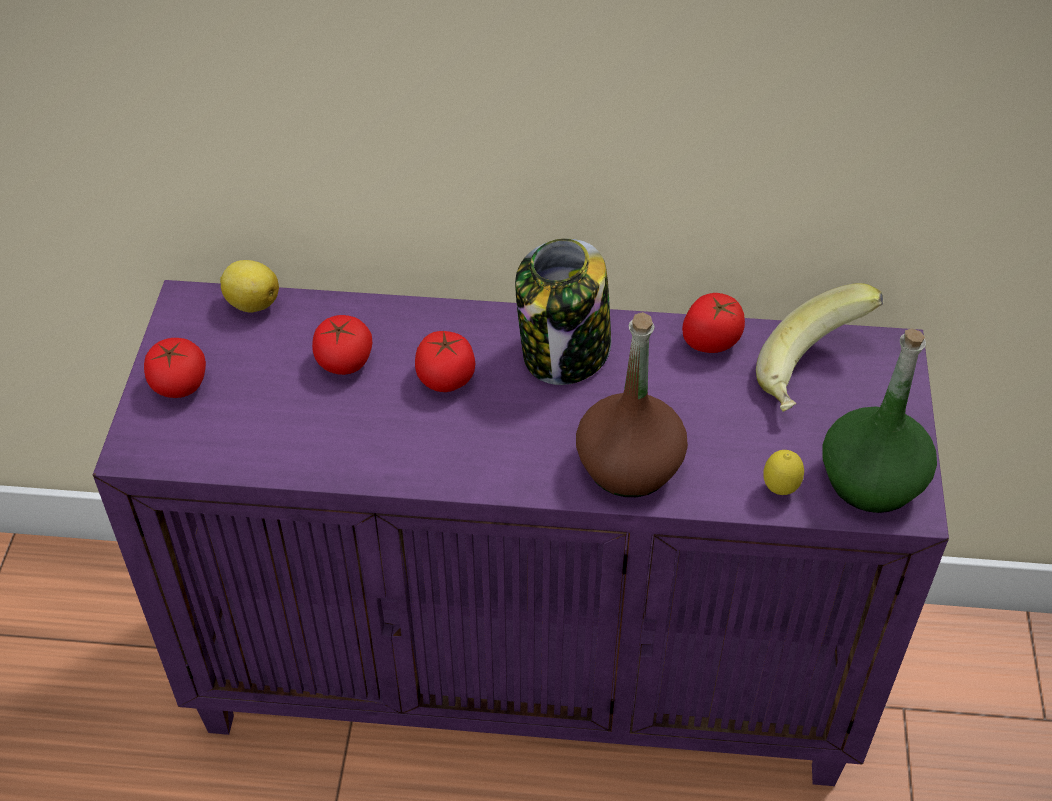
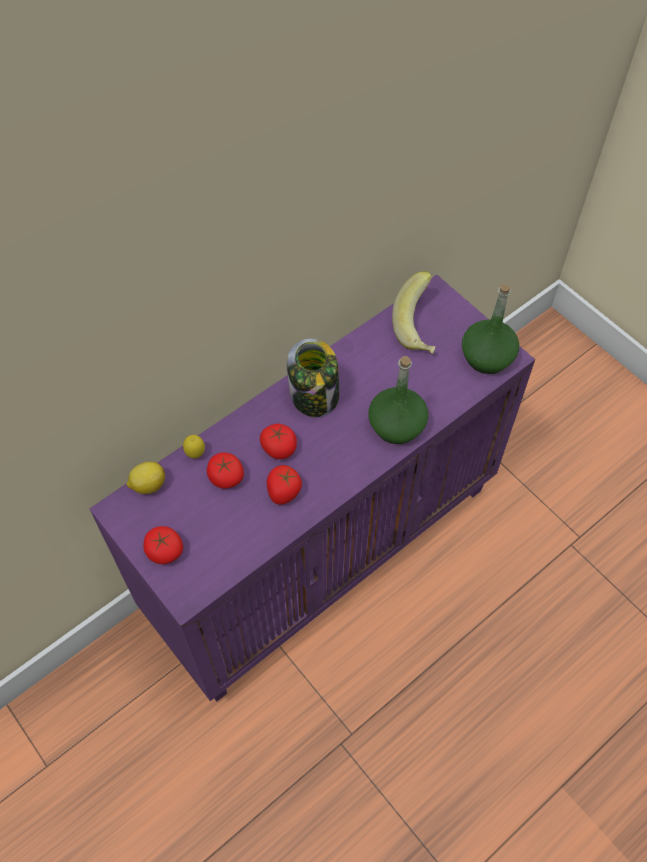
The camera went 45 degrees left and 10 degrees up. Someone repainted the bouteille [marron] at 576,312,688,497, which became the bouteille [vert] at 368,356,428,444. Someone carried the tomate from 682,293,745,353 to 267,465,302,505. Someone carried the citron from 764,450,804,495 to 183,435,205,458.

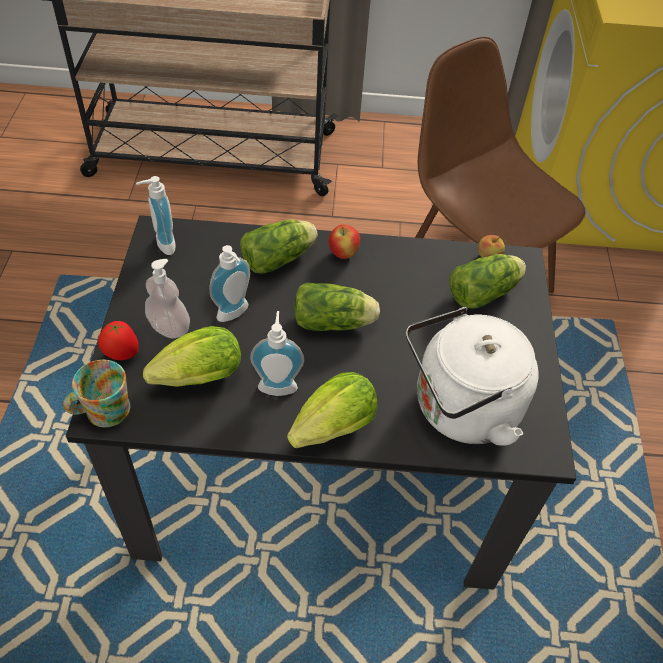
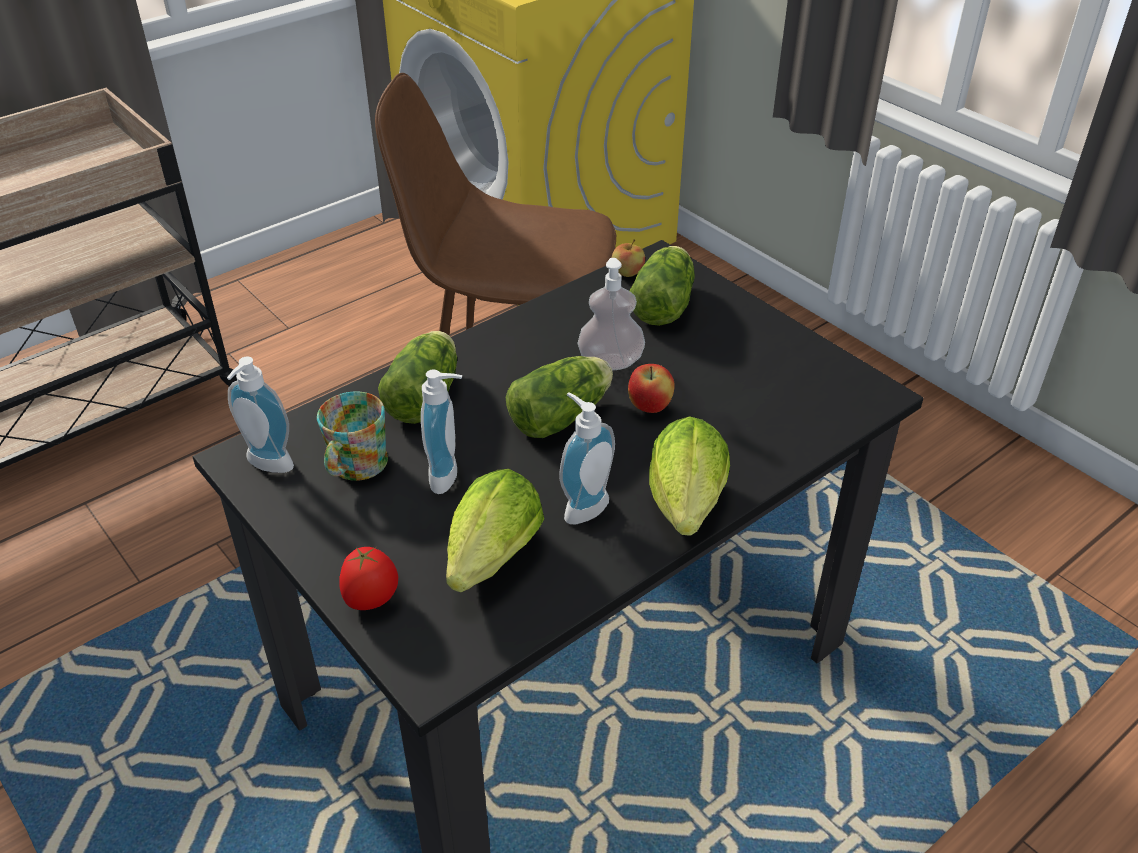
The camera went 40 degrees left and 10 degrees down. Someone carried the mug from 63,360,130,427 to 317,392,388,481. Someone carried the distributeur de savon from 145,259,190,339 to 577,258,645,370. Someone carried the pomme from 329,224,360,259 to 628,364,675,413. Someone took away the bouilloire [blanc] at 406,307,539,446.

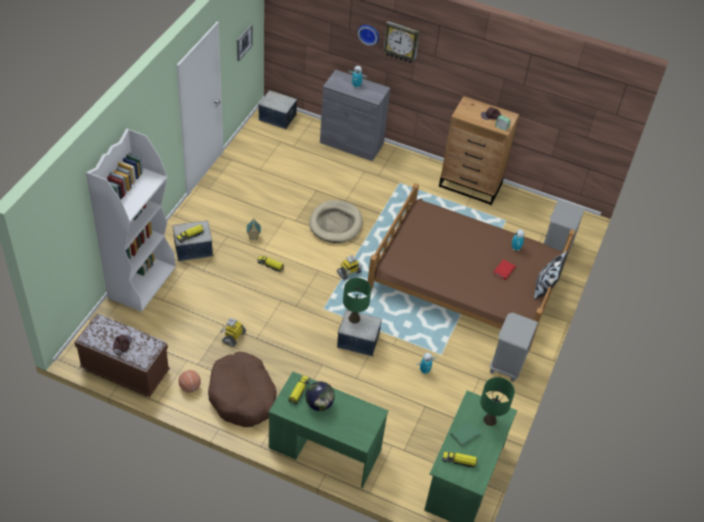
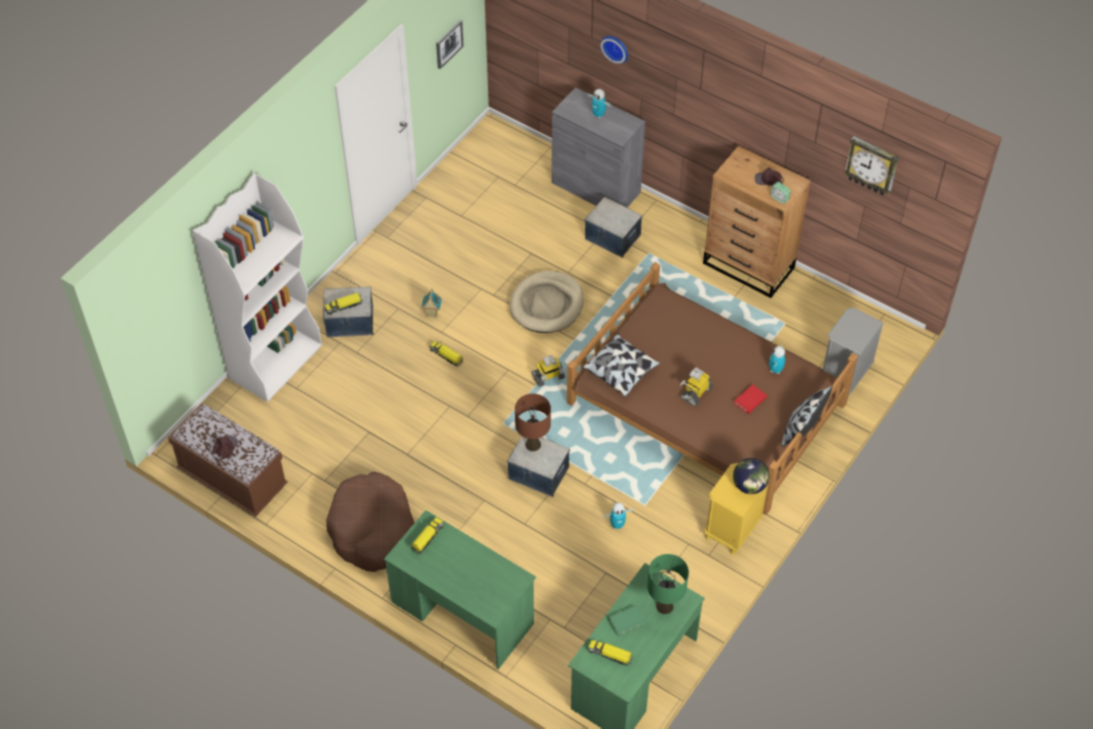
The camera went 15 degrees right and 5 degrees up. Someone took away the ballon de basket at 179,370,201,393. Someone carried the robot jouet from 220,318,246,347 to 680,367,713,406. Someone carried the boîte de rangement from 258,90,297,129 to 585,197,642,258. Someone carried the globe from 305,381,335,411 to 733,458,769,494. Someone repainted the lampe de table [vert] at 343,278,371,324, which became the lampe de table [marron] at 515,394,551,451. Someone carried the horloge murale from 383,21,420,63 to 844,136,899,196. Someone repainted the table de chevet [gris] at 490,312,538,382, which became the table de chevet [jaune] at 704,463,768,554. Someone put down the coussin at 583,334,660,397.

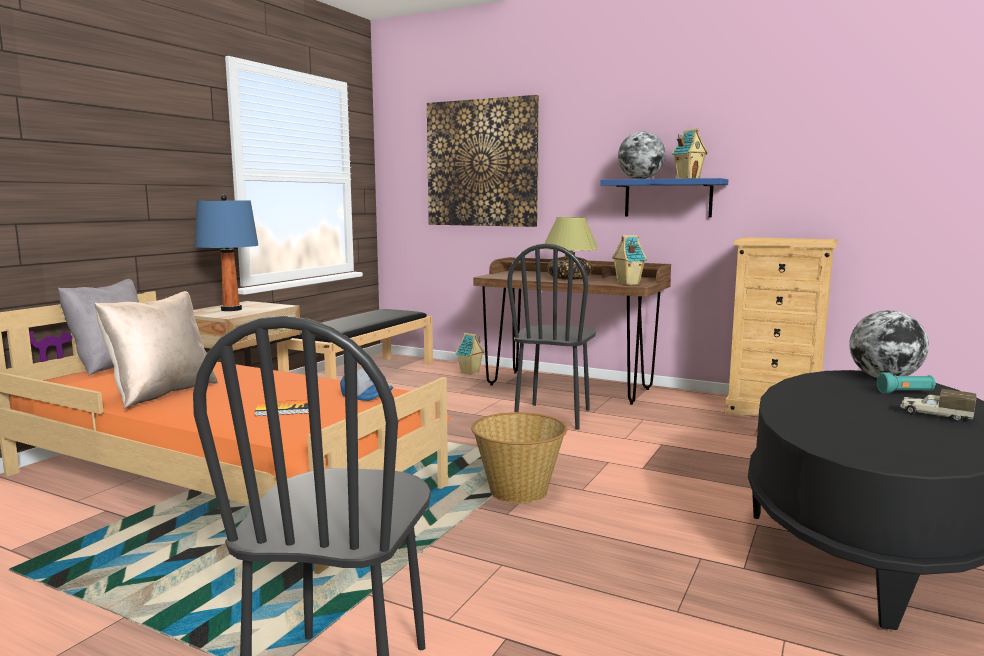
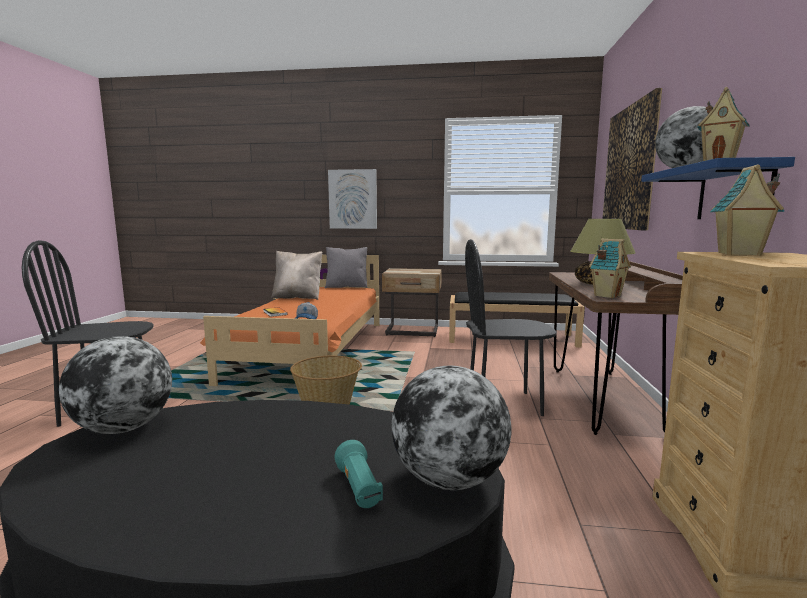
The camera went 70 degrees right and 0 degrees up. Someone took away the lampe de table [bleu] at 195,195,258,311. Someone carried the maison miniature from 456,333,485,375 to 710,164,784,256. Someone took away the camion jouet at 900,389,977,422. Someone put down the globe at 59,336,172,434. Someone put up the tableau at 328,169,377,229.

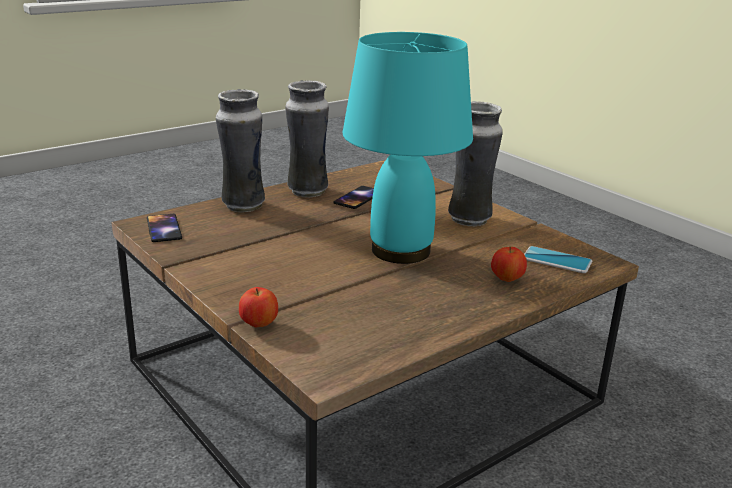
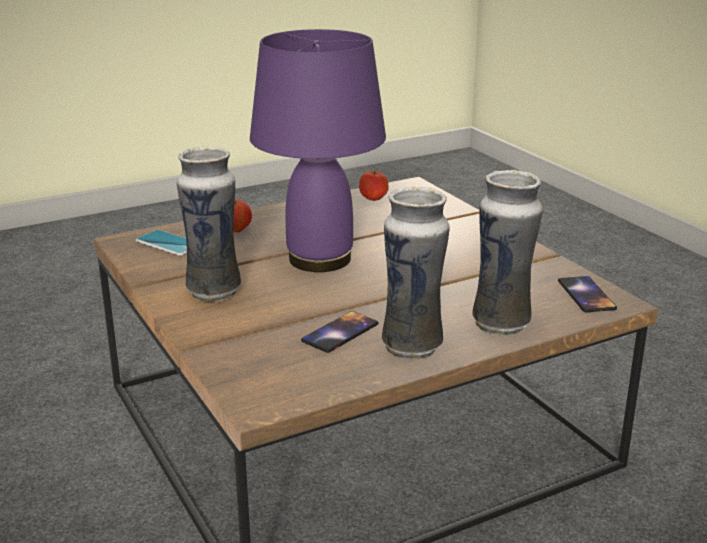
The camera went 170 degrees left and 0 degrees up. Someone carried the pomme from 239,287,278,327 to 359,171,389,201. Someone repainted the lampe de table [turquoise] at 342,32,473,264, which became the lampe de table [violet] at 250,29,386,272.

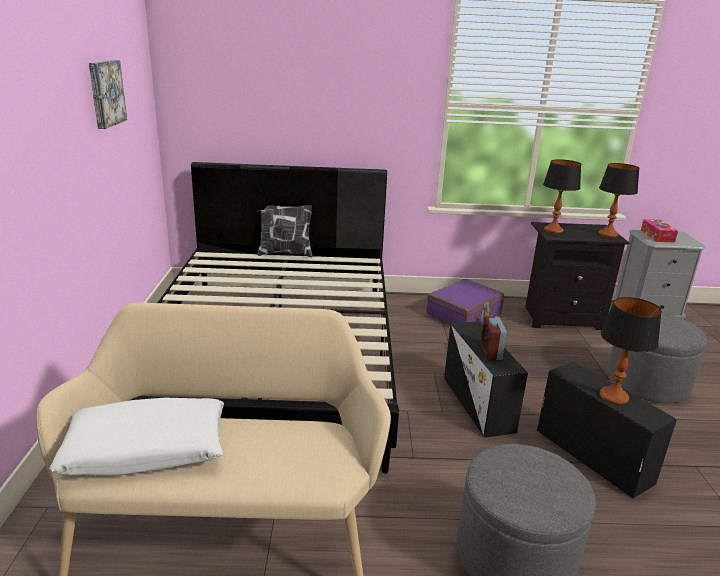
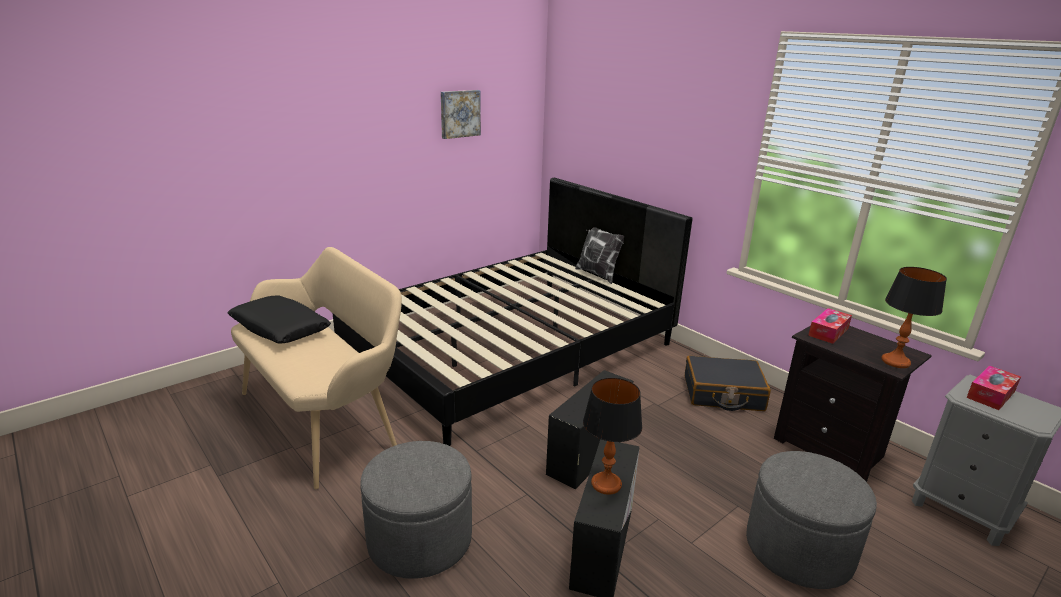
The camera went 50 degrees right and 0 degrees up. Someone repainted the coussin [blanc] at 49,398,224,476, which became the coussin [noir] at 227,295,331,344. Someone repainted the valise [violet] at 427,279,504,324, which became the valise [noir] at 685,355,771,411. Someone took away the réveil at 480,316,506,360. Someone swapped the lampe de table at 543,159,581,233 for the boîte à mouchoirs at 808,308,852,344.

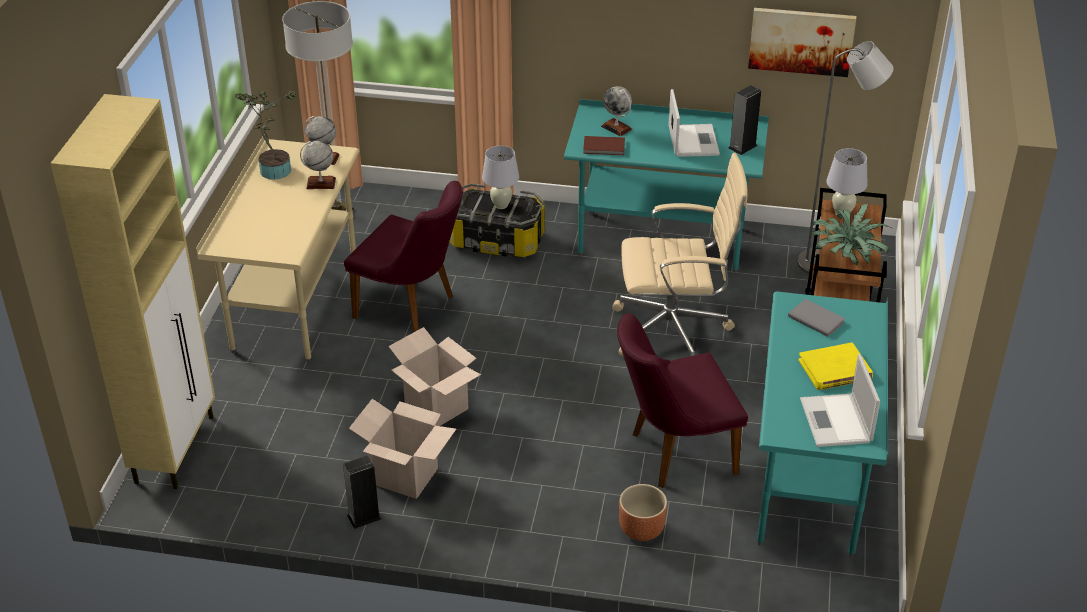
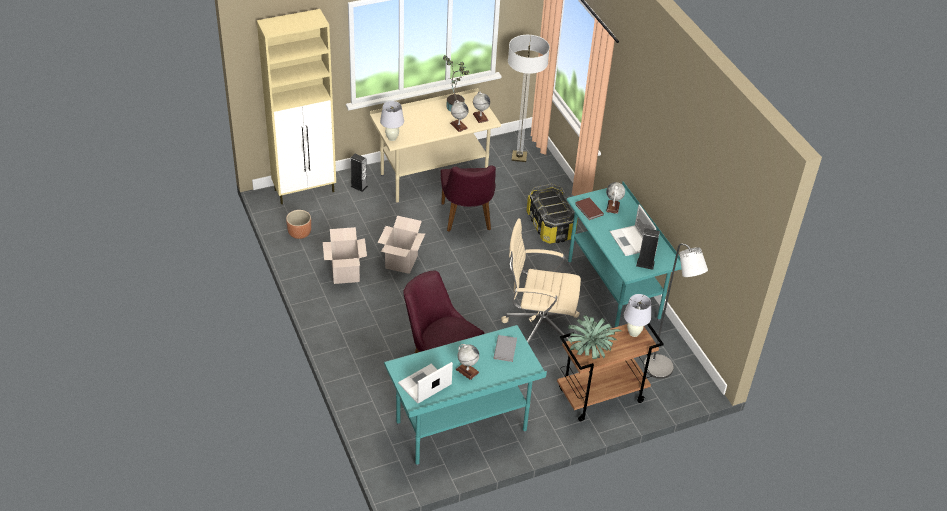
The camera went 55 degrees right and 5 degrees up. Someone carried the enceinte from 343,455,381,529 to 350,154,368,192. Someone carried the lampe de table [blanc] from 482,146,519,209 to 380,101,404,141. Someone rotated the chaise de bureau [beige] at 612,153,748,357 by 135 degrees clockwise. Someone carried the cache-pot [marron] from 619,484,667,541 to 286,210,311,239. Someone rotated the ordinateur portable at 668,89,720,157 by 105 degrees clockwise. Someone took away the tableau at 748,8,856,77. Someone swapped the livre [jaune] at 798,342,873,390 for the globe at 456,344,479,380.

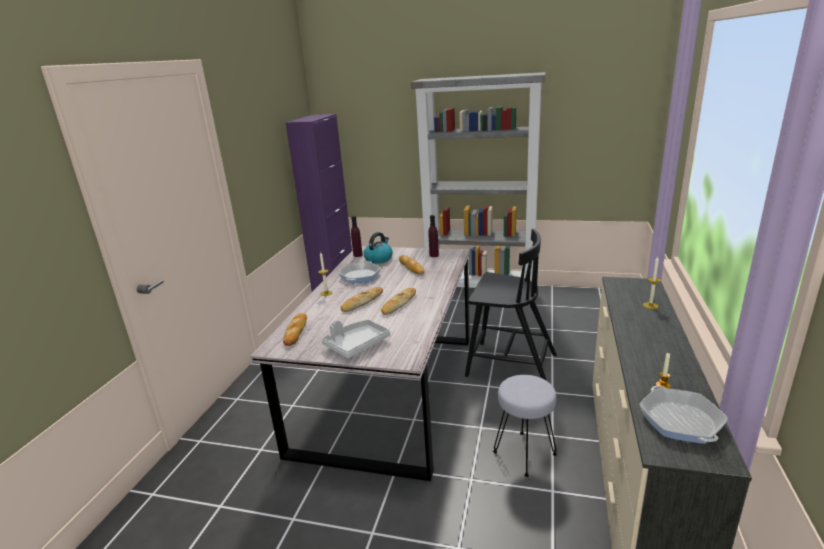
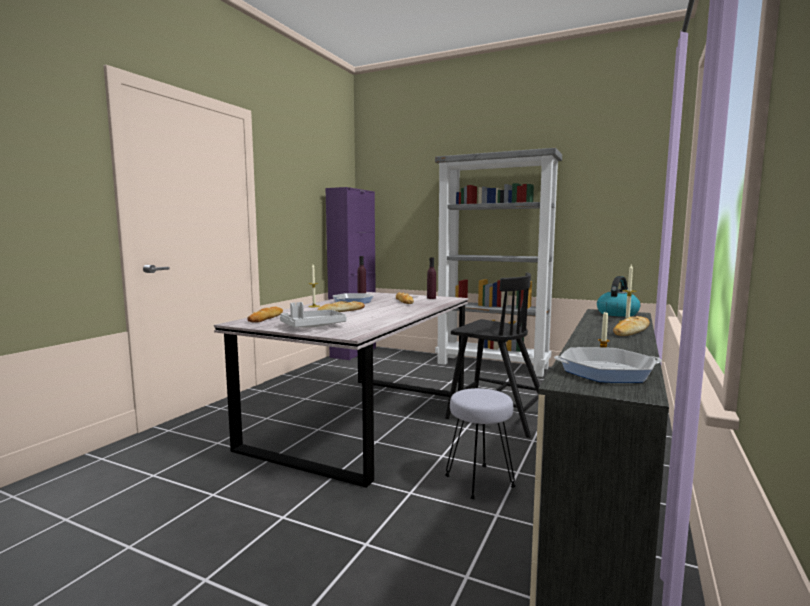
The camera went 10 degrees right and 15 degrees down. Someone carried the bouilloire from 363,232,393,264 to 597,276,640,317. Someone carried the pain from 381,288,416,315 to 613,316,650,336. Someone rotated the poêle at 639,386,728,444 by 90 degrees clockwise.

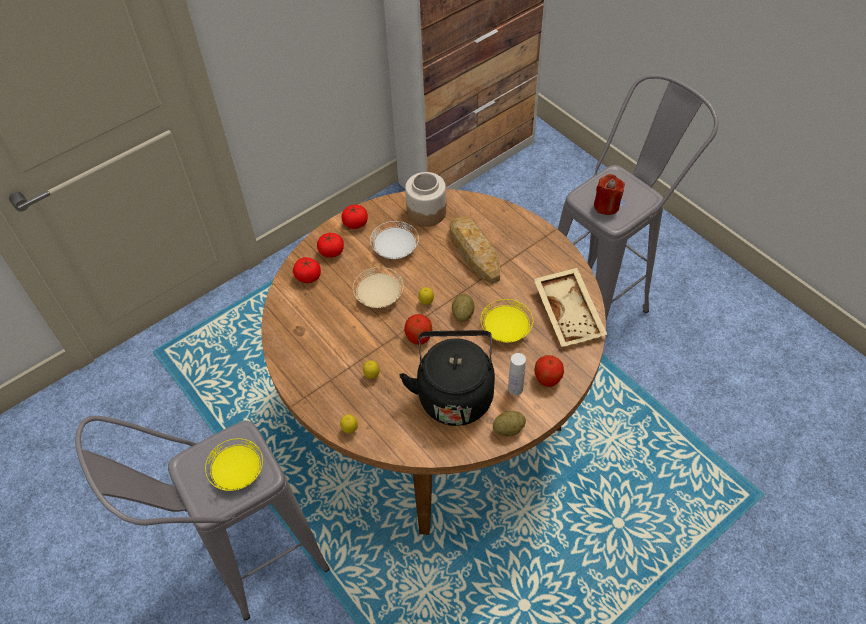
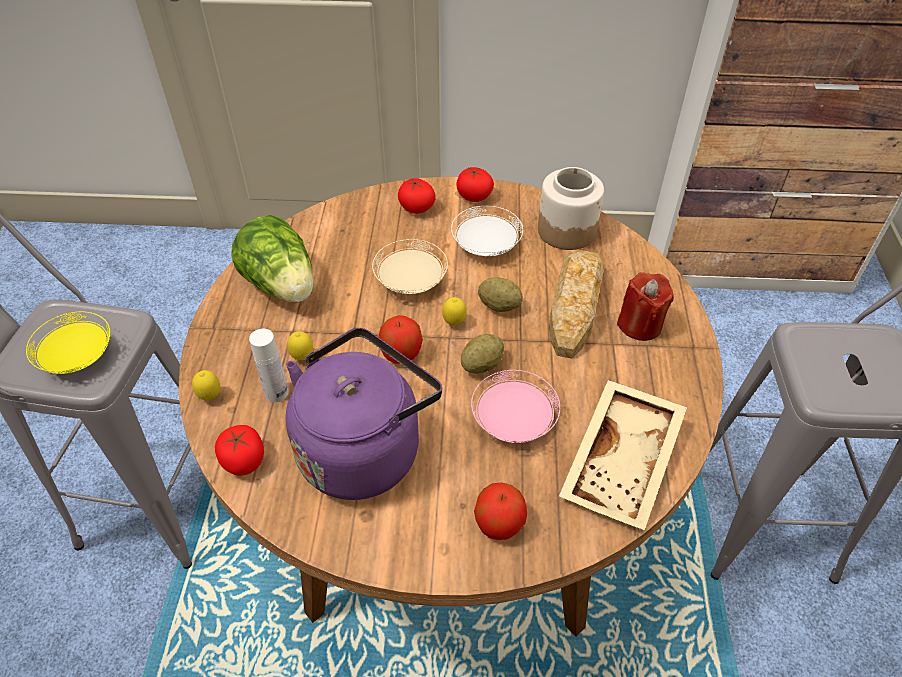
The camera went 40 degrees right and 5 degrees down. Someone carried the tomate from 293,257,321,283 to 215,425,264,475. Someone repainted the bouilloire [noir] at 399,330,495,426, which became the bouilloire [violet] at 286,328,442,500. Someone repainted the assiette [jaune] at 481,299,533,343, which became the assiette [rose] at 471,370,560,443. Someone carried the pomme de terre from 493,411,526,436 to 478,278,523,312. Someone carried the bouteille [blanc] from 508,353,526,395 to 249,329,289,402. Someone carried the bougie [rouge] from 594,174,625,215 to 617,272,674,341. Someone put down the laitue at 231,215,314,302.

